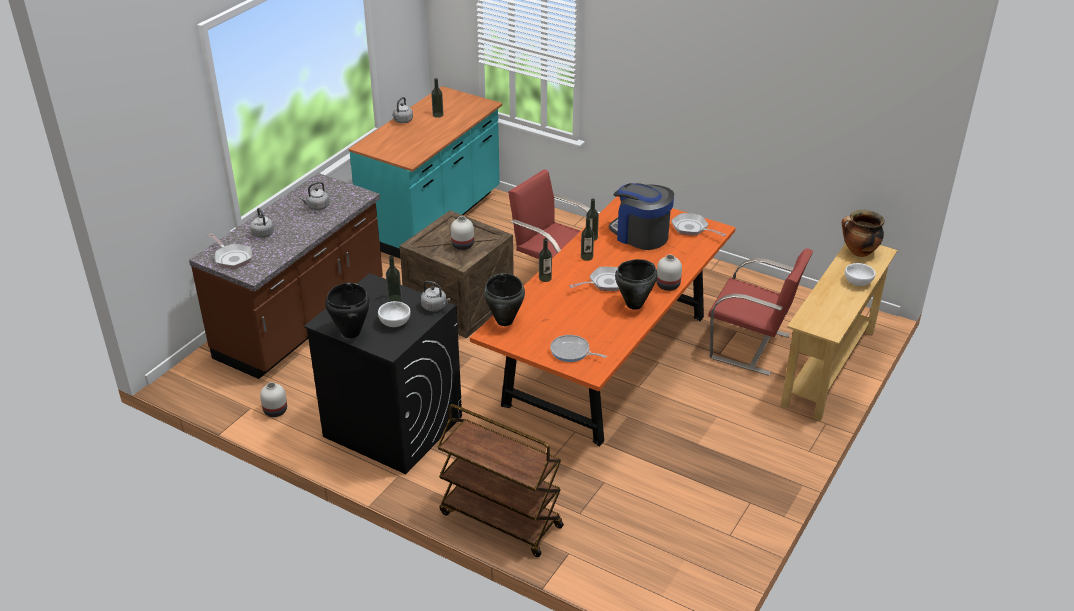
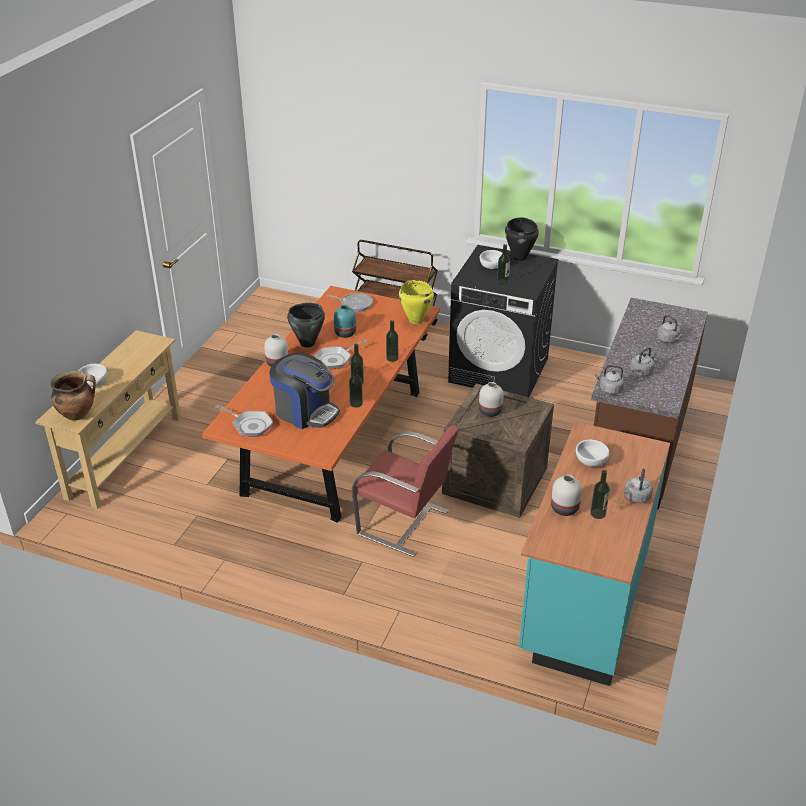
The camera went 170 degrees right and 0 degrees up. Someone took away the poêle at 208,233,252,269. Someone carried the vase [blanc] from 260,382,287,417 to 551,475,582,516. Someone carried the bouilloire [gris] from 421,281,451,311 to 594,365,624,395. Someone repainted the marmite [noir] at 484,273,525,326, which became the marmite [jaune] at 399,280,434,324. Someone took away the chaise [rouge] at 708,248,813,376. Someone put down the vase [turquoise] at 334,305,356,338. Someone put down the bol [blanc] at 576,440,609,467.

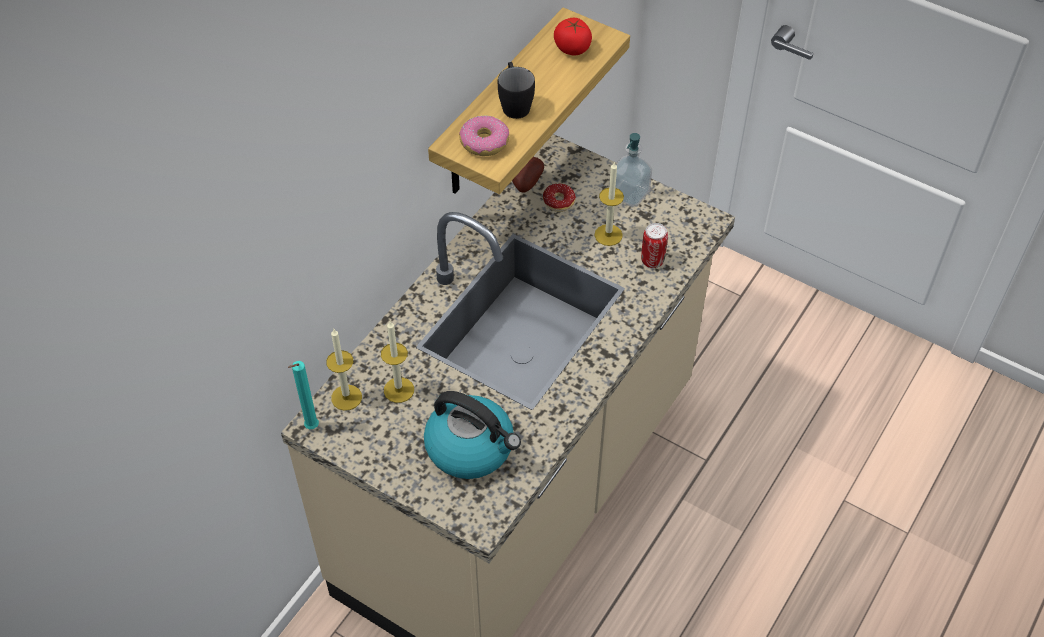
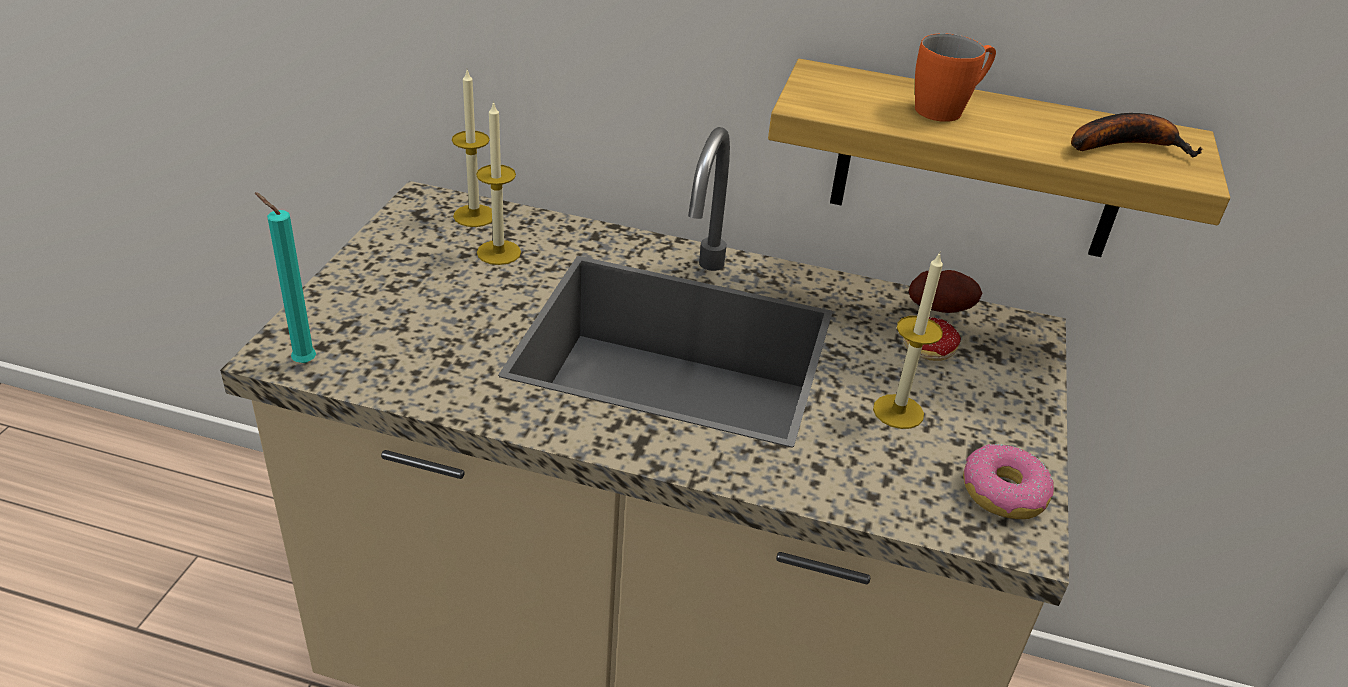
The camera went 70 degrees right and 15 degrees down. Someone carried the bougie [turquoise] from 288,361,319,429 to 255,192,316,363. Someone took away the bouilloire at 424,391,521,479. Someone carried the beignet from 459,116,509,156 to 963,444,1054,519. Someone repainted the mug [noir] at 498,62,535,119, which became the mug [orange] at 915,33,996,122. Someone swapped the tomate at 554,18,592,55 for the banane at 1071,113,1203,158. Someone took away the distributeur de savon at 615,133,652,206. Someone took away the boîte métallique at 641,223,668,268.

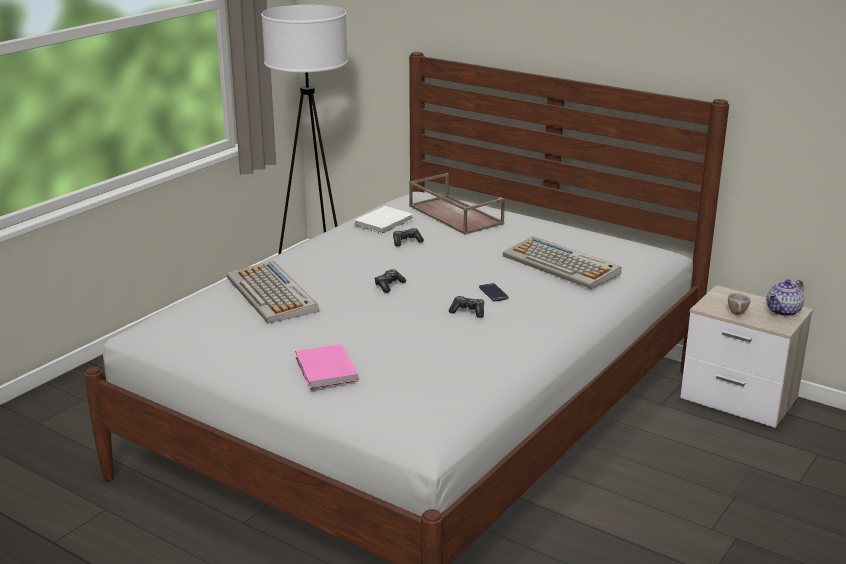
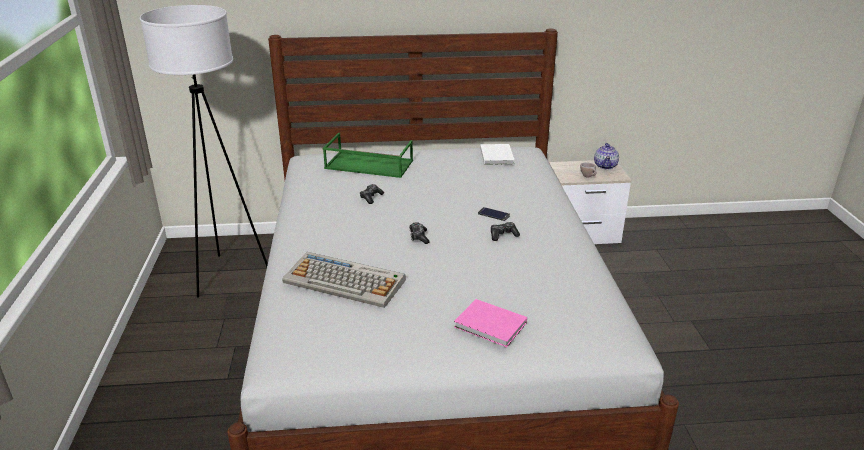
The camera went 40 degrees left and 5 degrees up. Someone carried the livre [blanc] from 354,206,413,234 to 480,144,514,165. Someone repainted the plateau [marron] at 409,173,505,235, which became the plateau [vert] at 323,133,413,178. Someone took away the clavier at 503,236,621,289.

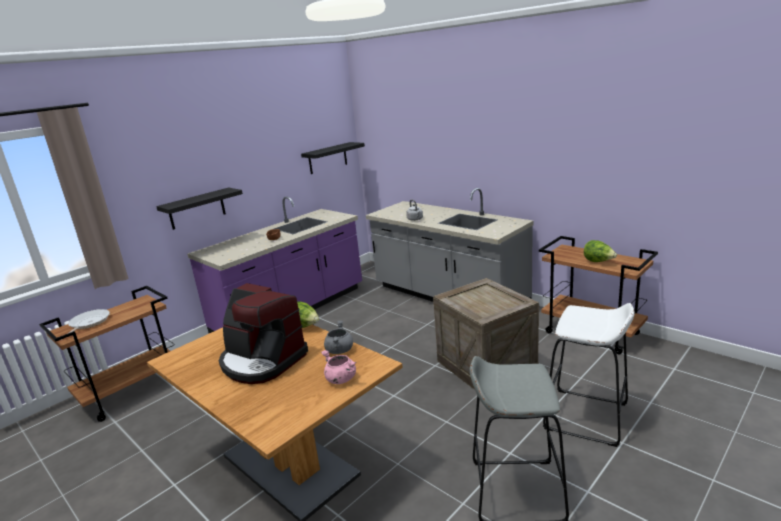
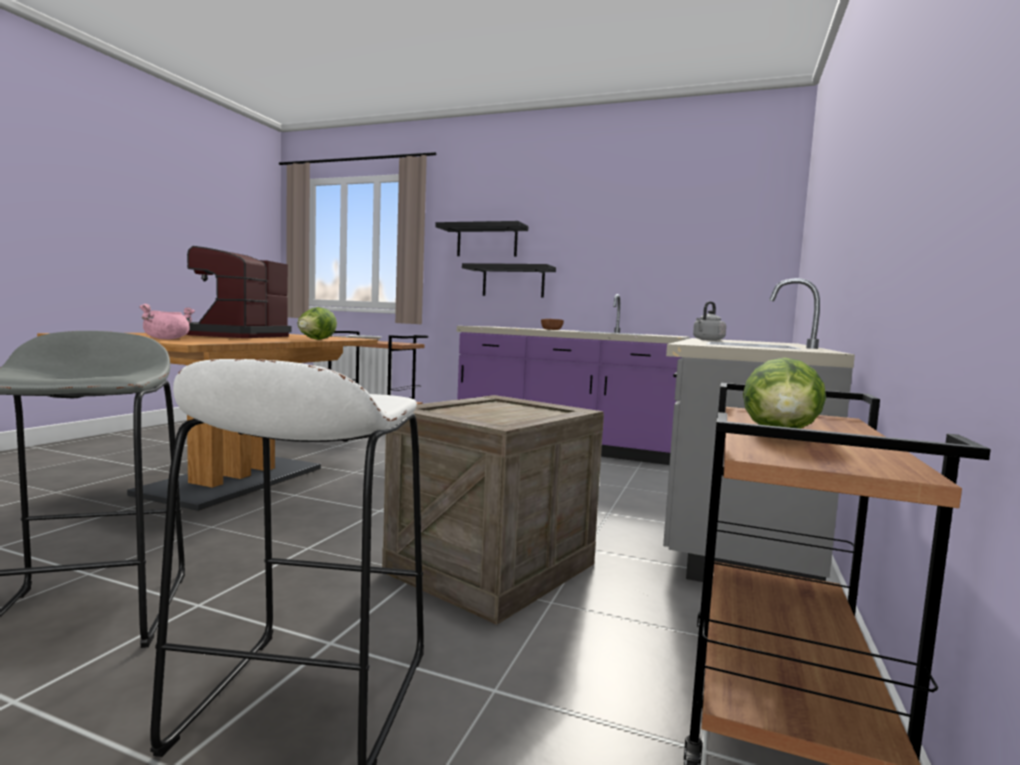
The camera went 65 degrees right and 15 degrees down. Someone carried the étagère [noir] from 301,142,365,174 to 435,221,528,257. Someone took away the marmite [gris] at 324,321,353,354.

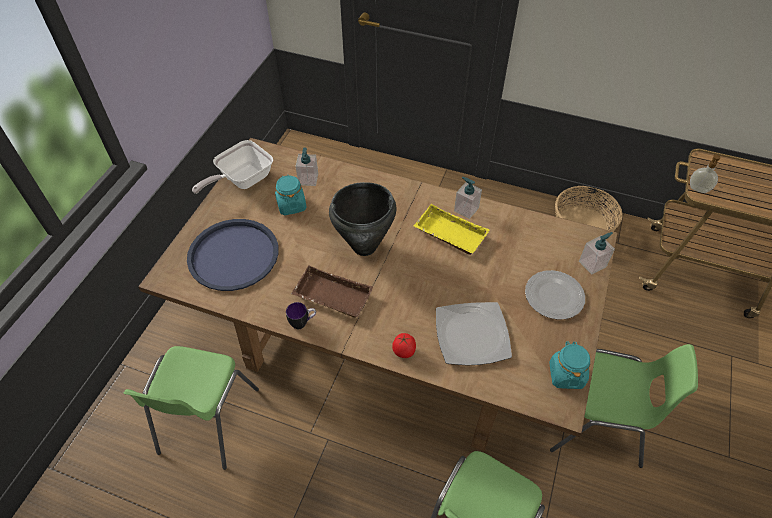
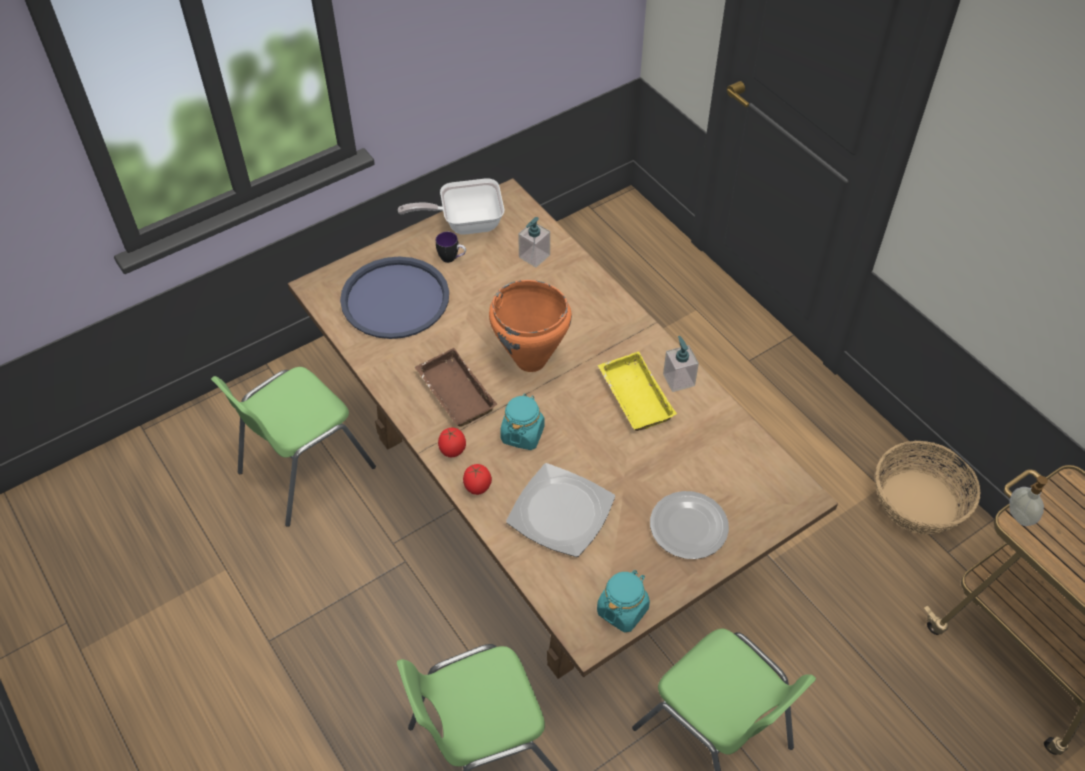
The camera went 35 degrees right and 0 degrees up. Someone carried the bocal [turquoise] from 275,175,307,215 to 500,393,545,450. Someone carried the mug from 286,302,316,329 to 436,232,466,263. Someone repainted the marmite [noir] at 329,182,396,256, which became the marmite [orange] at 489,280,572,372. Someone took away the distributeur de savon at 579,232,615,275. Someone put down the tomate at 438,428,466,457.

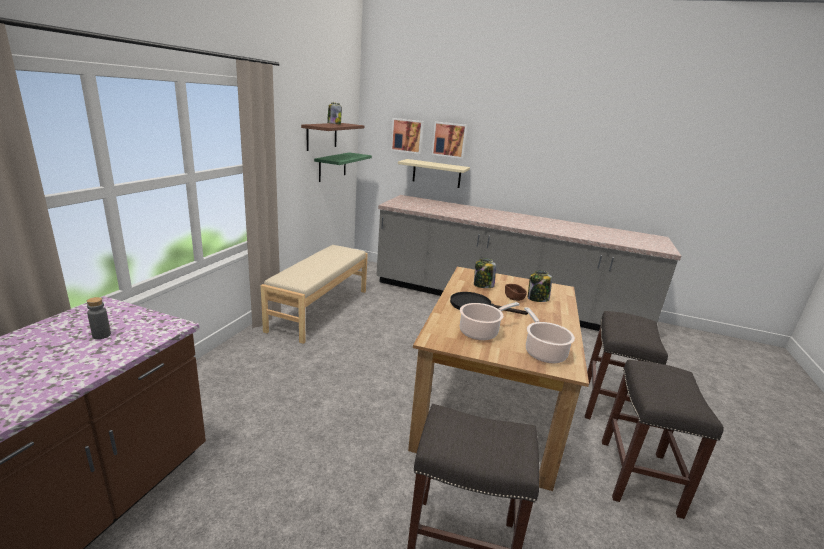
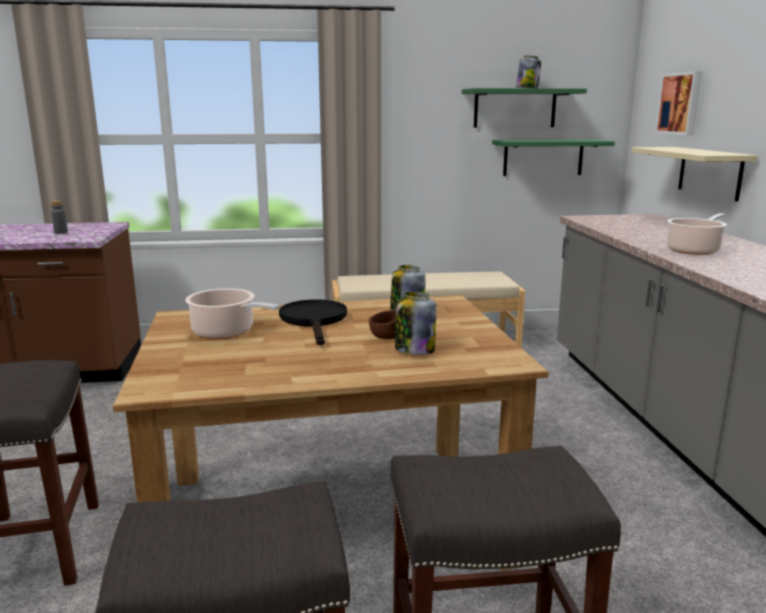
The camera went 65 degrees right and 5 degrees down. Someone repainted the étagère [marron] at 301,123,364,151, which became the étagère [vert] at 462,88,587,127. Someone took away the tableau at 432,122,467,159. Someone carried the marmite from 524,307,575,363 to 667,213,727,255.

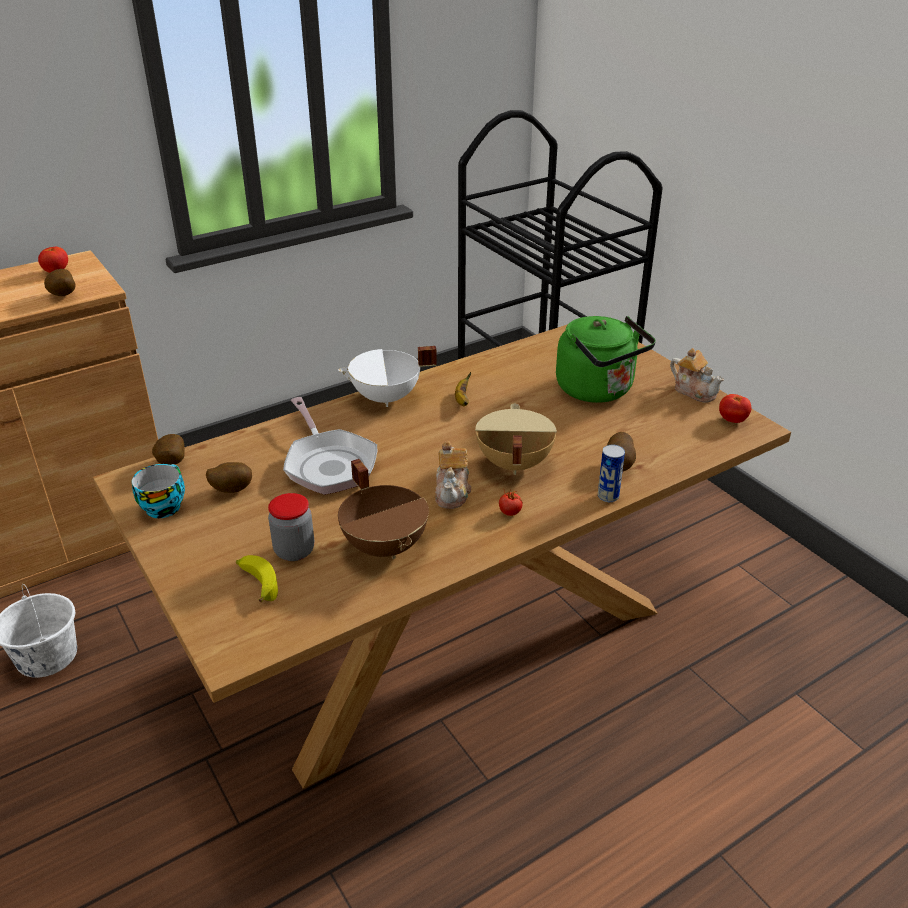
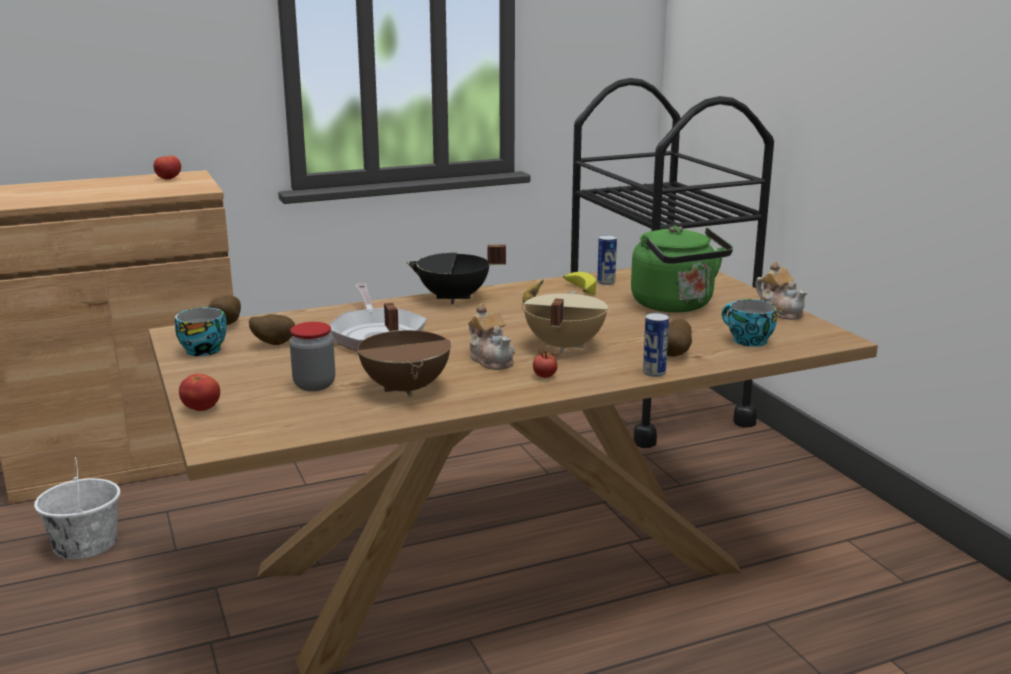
The camera went 10 degrees right and 15 degrees down. Someone took away the pomme de terre at 44,269,76,296. Someone carried the banane from 236,555,278,602 to 563,272,596,295. Someone repainted the marmite [blanc] at 338,346,437,407, which became the marmite [noir] at 406,245,506,304. Someone rotated the théière at 435,441,471,509 by 45 degrees counterclockwise. Someone carried the tomate from 719,394,751,423 to 179,374,220,411. Someone put down the boîte métallique at 597,235,617,285. Someone put down the tasse at 722,299,777,347.

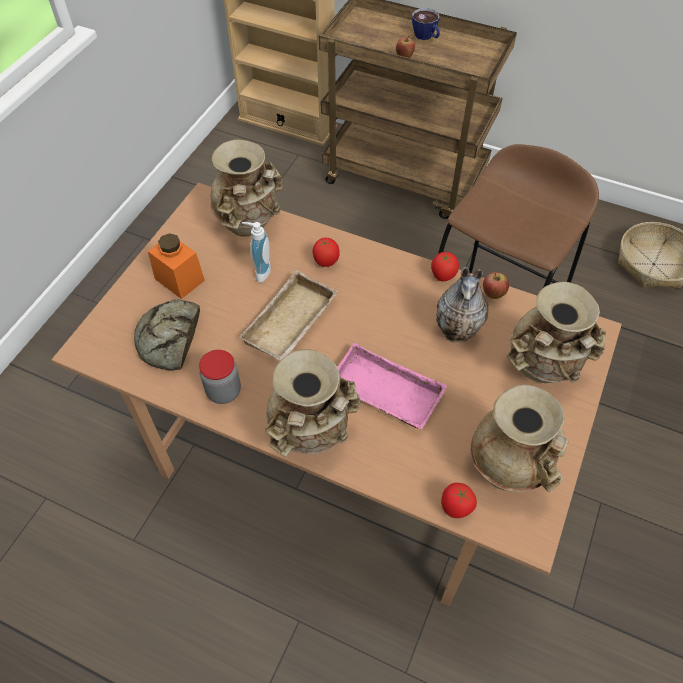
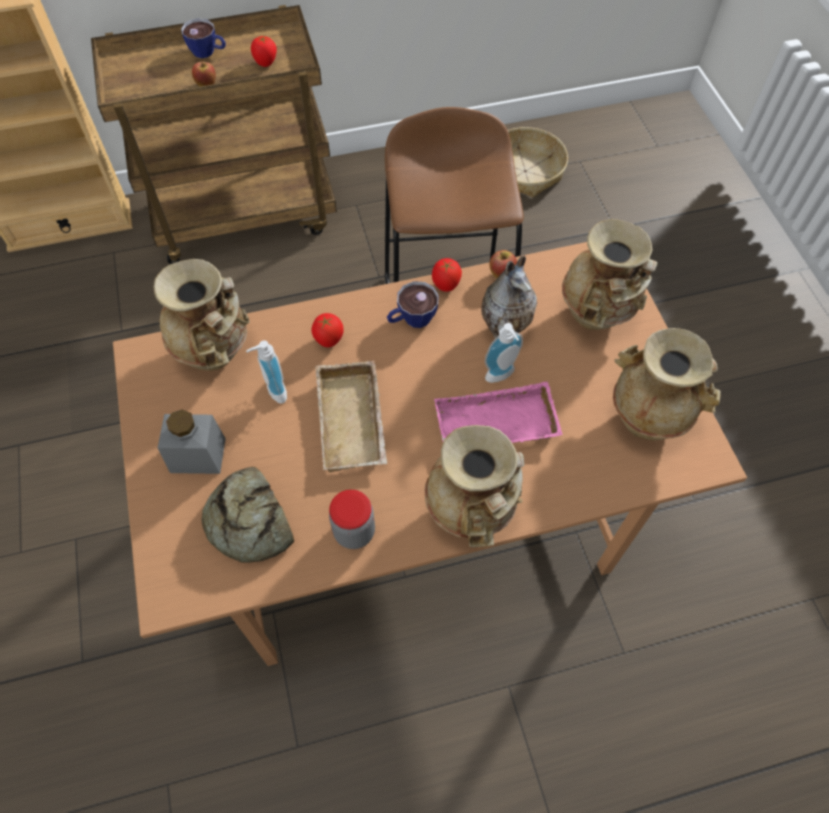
The camera went 40 degrees left and 5 degrees up. Someone repainted the bocal [orange] at 148,233,205,299, which became the bocal [gris] at 158,410,226,474. Someone carried the tomate from 441,483,477,518 to 251,36,277,67. Someone put down the tasse at 387,281,439,328. Someone put down the distributeur de savon at 485,323,523,383.

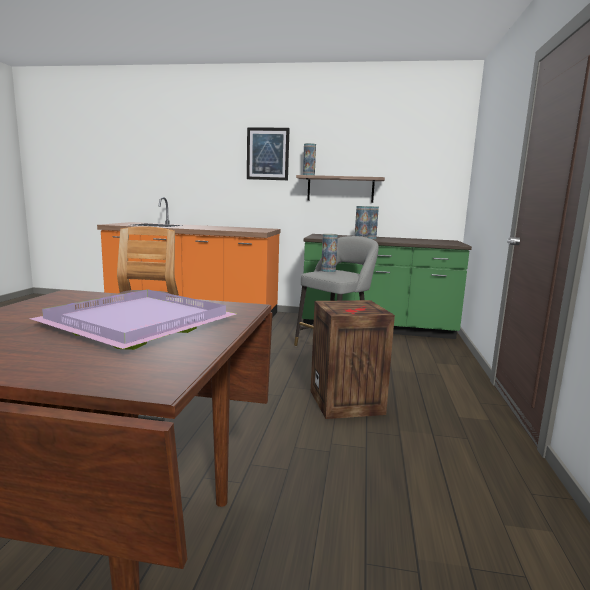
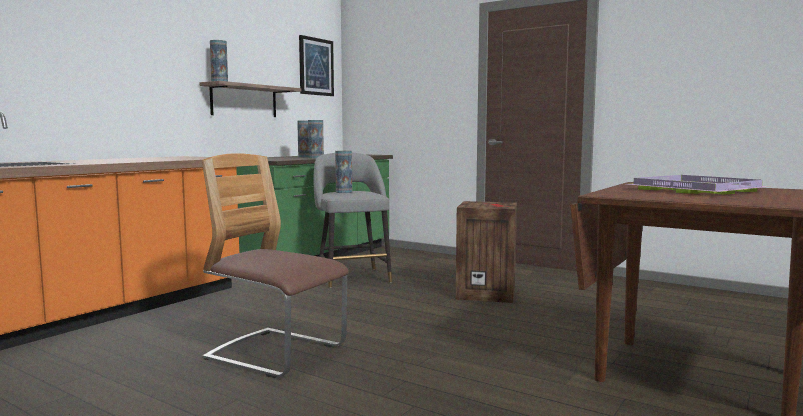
The camera went 65 degrees left and 5 degrees down. Someone carried the tableau from 247,127,290,180 to 299,35,334,96.

